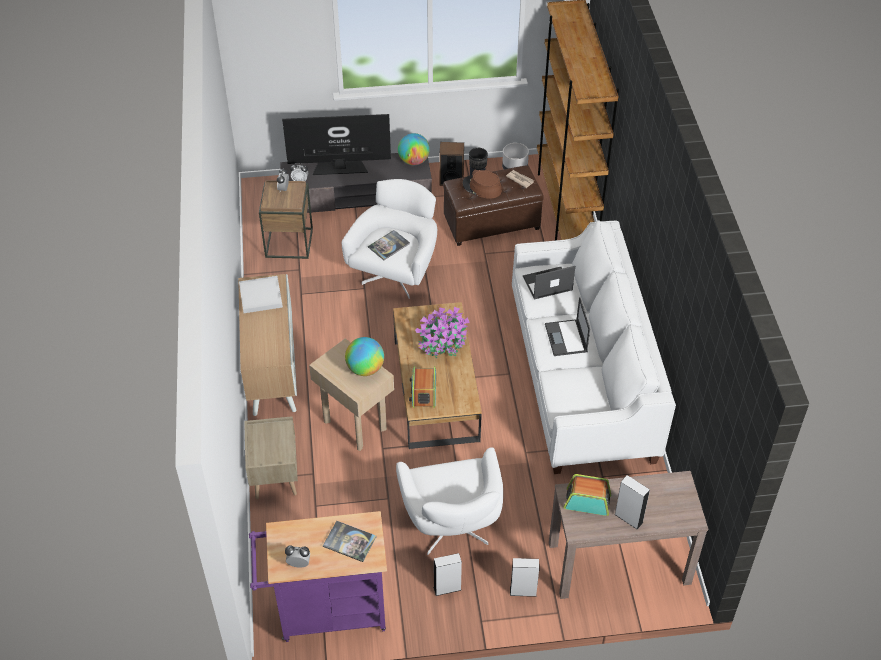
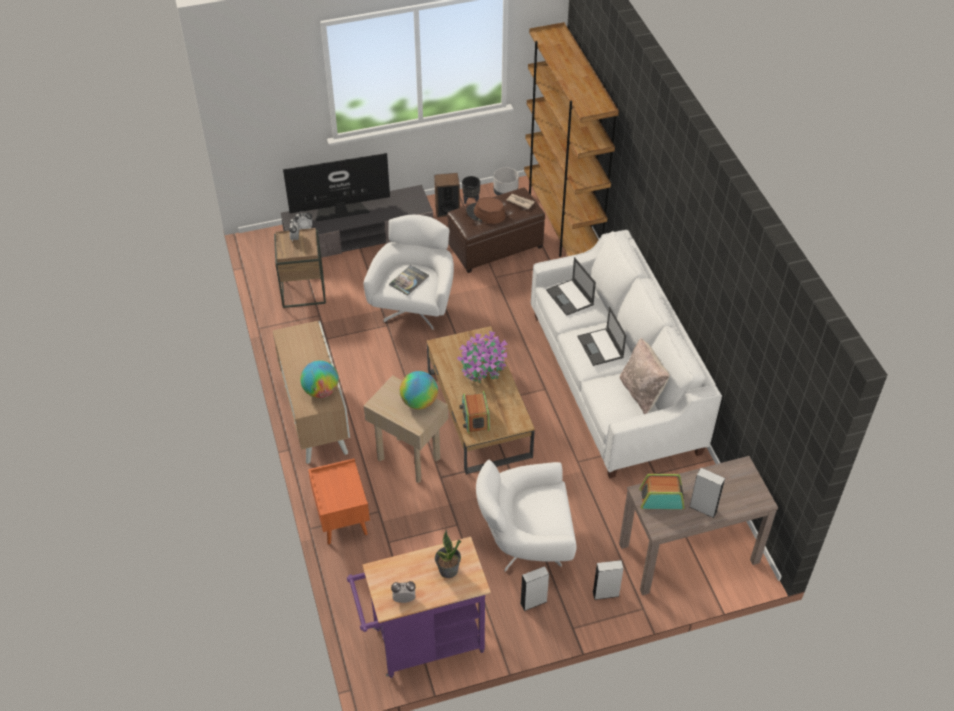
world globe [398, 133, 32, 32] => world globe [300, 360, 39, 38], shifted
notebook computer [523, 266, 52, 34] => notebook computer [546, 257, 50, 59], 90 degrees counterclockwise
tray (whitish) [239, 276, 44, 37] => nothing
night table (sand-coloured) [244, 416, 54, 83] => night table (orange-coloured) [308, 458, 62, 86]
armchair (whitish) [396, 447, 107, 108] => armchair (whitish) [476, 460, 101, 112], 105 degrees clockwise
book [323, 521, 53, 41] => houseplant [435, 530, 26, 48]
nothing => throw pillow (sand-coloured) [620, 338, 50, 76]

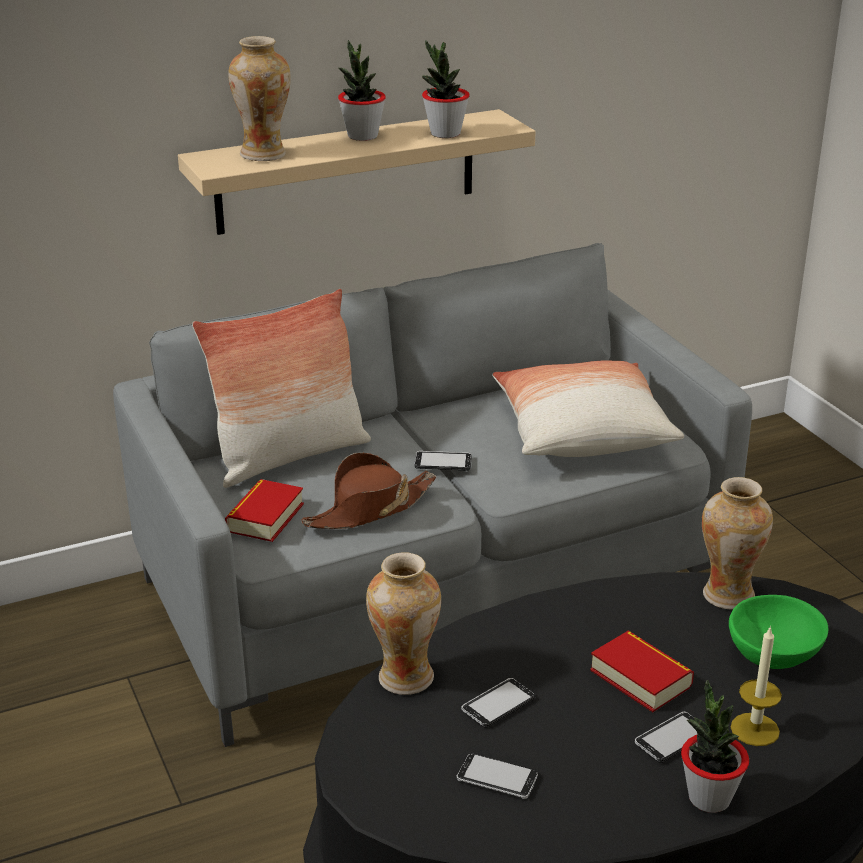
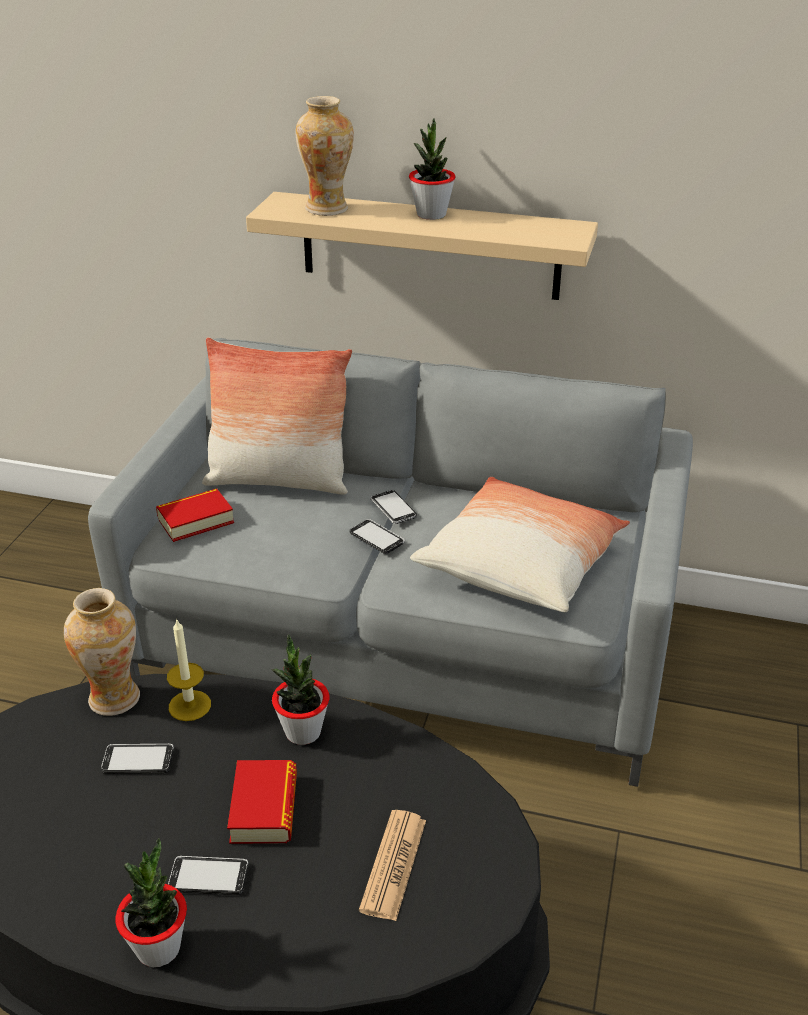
houseplant [422, 40, 48, 98] => houseplant [272, 634, 57, 111], shifted
hat (brown) [301, 452, 136, 77] => nothing
decorative vase [702, 477, 71, 133] => nothing
deep dish (green) [729, 595, 100, 74] => printed paper [359, 810, 67, 111]
wax candle [731, 626, 51, 120] => wax candle [167, 618, 44, 103], shifted
telephone [456, 753, 82, 46] => telephone [370, 490, 47, 34], shifted

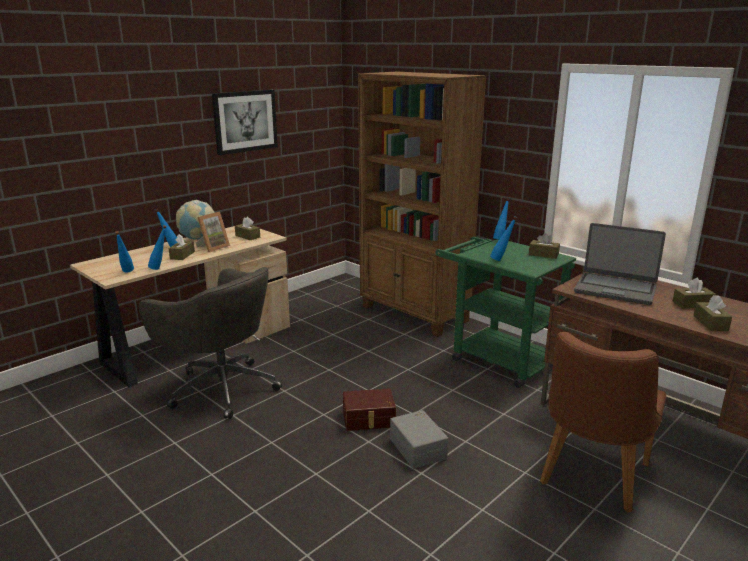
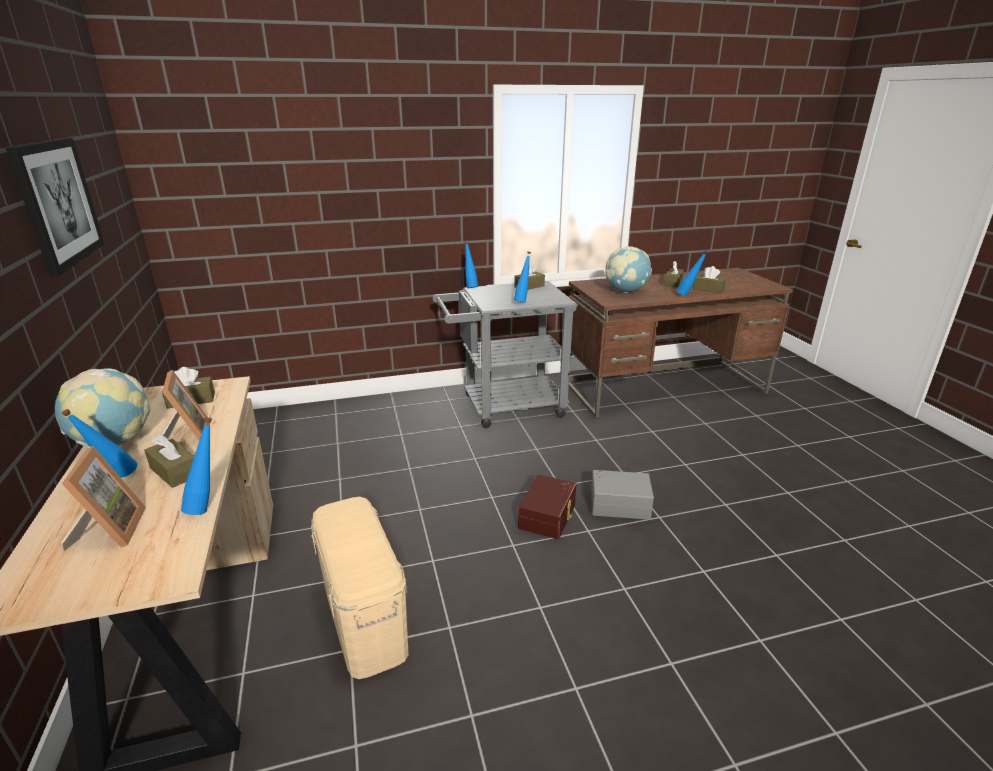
shelving unit (brown) [358, 72, 128, 265] => nothing
notebook computer [574, 223, 92, 82] => world globe [605, 246, 47, 47]
drink bottle (blue-coloured) [115, 231, 19, 42] => drink bottle (blue-coloured) [677, 250, 31, 46], shifted
cart (green) [435, 237, 141, 151] => cart (greyish) [432, 281, 146, 147]
desk chair (greyish) [139, 267, 143, 152] => storage bin (sand-coloured) [311, 497, 98, 182]
plain chair (brown) [540, 332, 126, 181] => nothing
nothing => photo frame [60, 446, 86, 105]

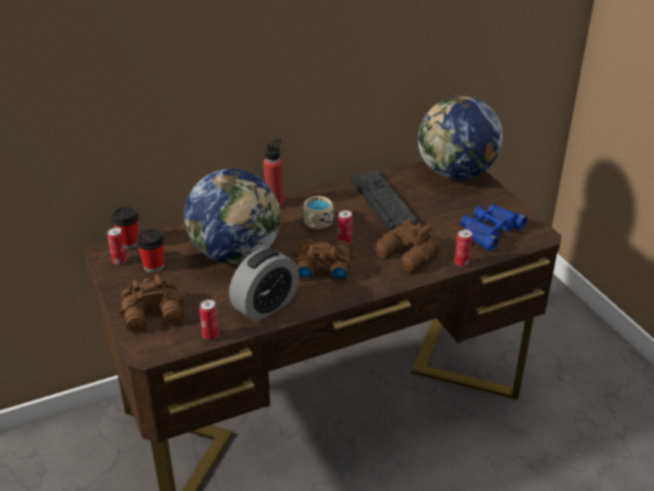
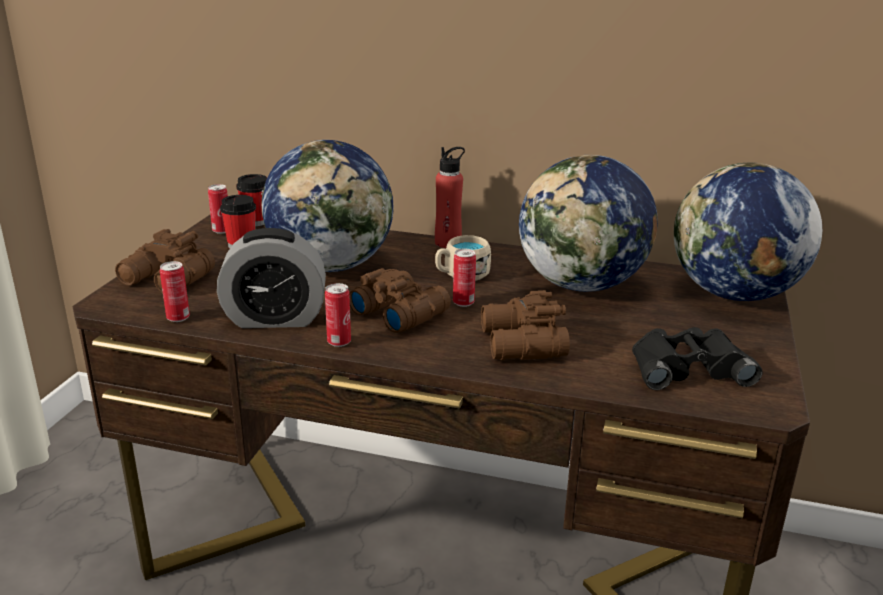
keyboard [351, 171, 69, 60] => world globe [519, 155, 139, 137]
pair of binoculars (blue-coloured) [460, 204, 68, 47] => pair of binoculars (black) [632, 327, 131, 63]
metal can [454, 229, 18, 38] => metal can [325, 283, 26, 64], shifted

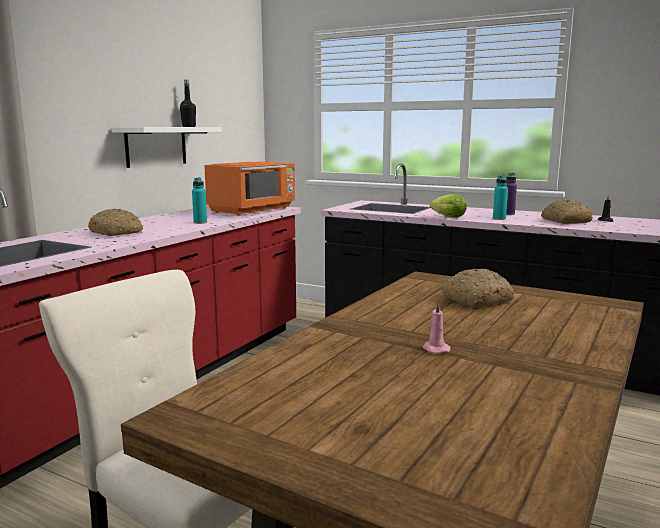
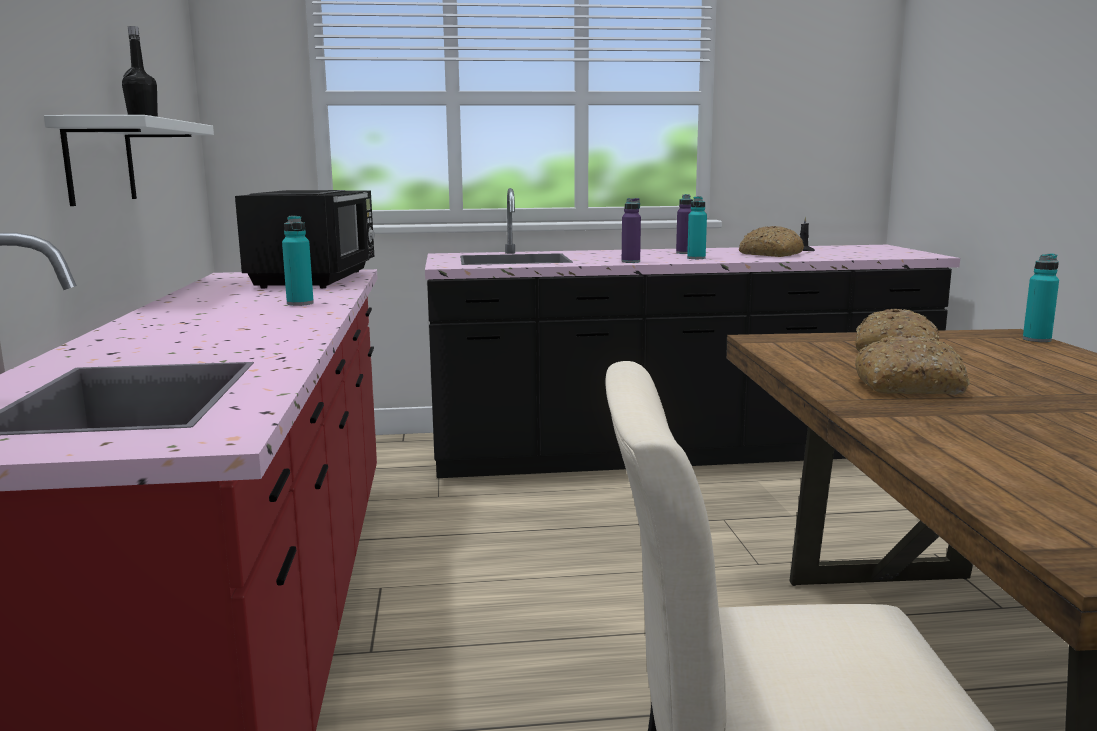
microwave (orange-coloured) [204, 162, 91, 54] => microwave (black) [235, 190, 139, 99]
lettuce head [430, 194, 37, 24] => drink bottle (purple) [622, 198, 19, 65]
bread [88, 209, 55, 27] => bread [855, 335, 115, 60], shifted
wax candle (pinkish) [422, 302, 28, 52] => nothing
nothing => drink bottle (blue-green) [1023, 254, 36, 88]

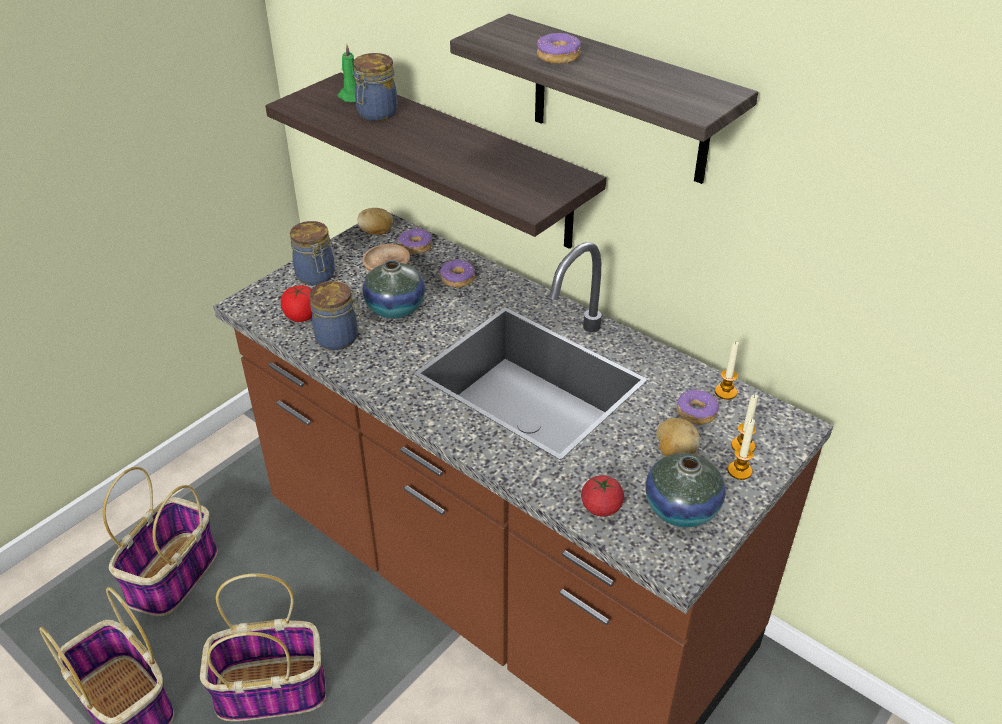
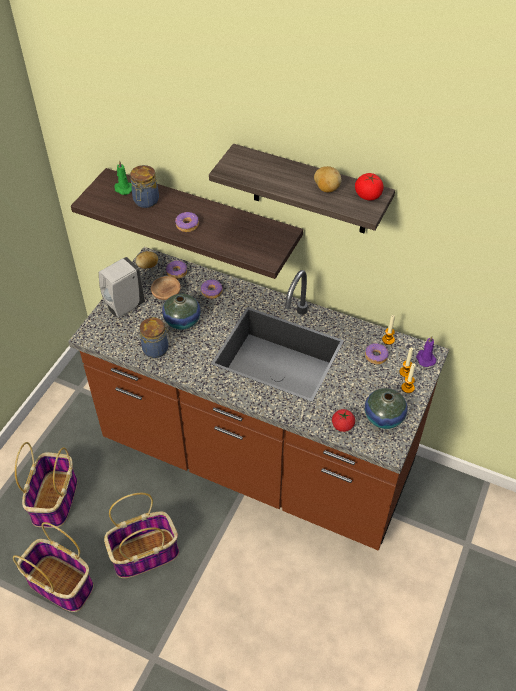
doughnut [537, 32, 44, 32] => doughnut [175, 212, 24, 20], shifted
jar [290, 221, 45, 64] => liquid soap bottle (whitish) [99, 257, 46, 60]
fresh tomato [281, 285, 32, 37] => fresh tomato [355, 173, 29, 27], shifted
whole potato [656, 418, 44, 38] => whole potato [314, 166, 27, 26], shifted
nothing => wax candle (purple) [416, 336, 20, 31]

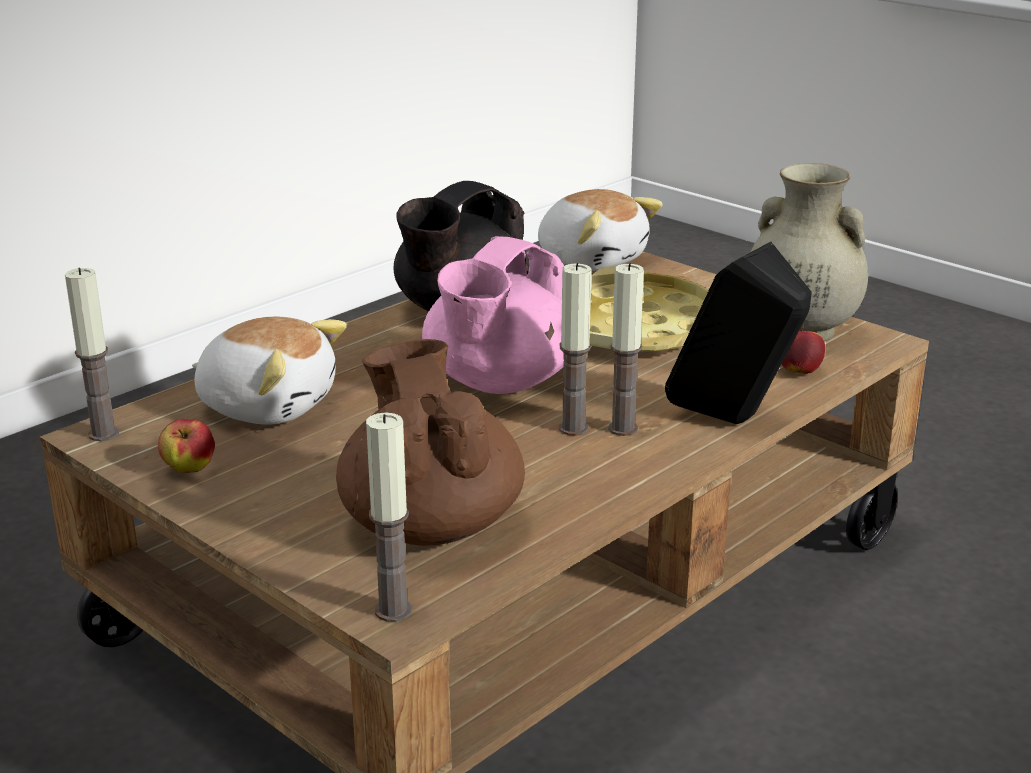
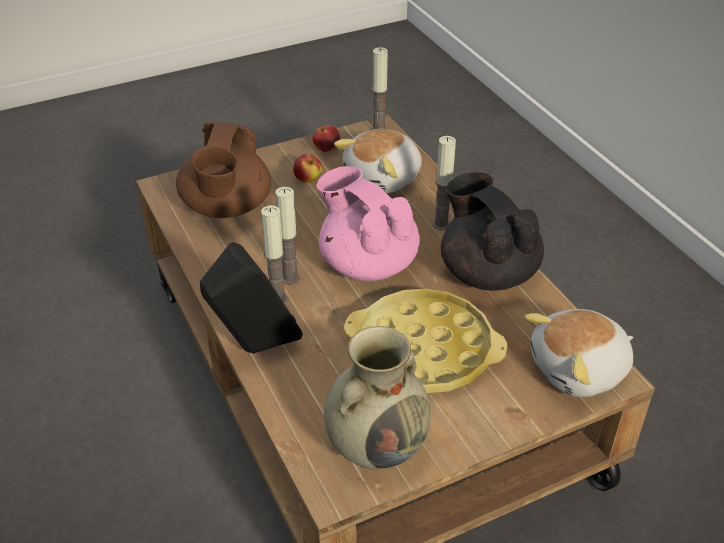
apple [781, 325, 44, 49] => apple [293, 154, 29, 28], shifted
teapot (brown) [336, 339, 189, 207] => teapot (brown) [176, 122, 95, 96], 90 degrees clockwise
wax candle [366, 412, 46, 210] => wax candle [433, 136, 23, 94], shifted

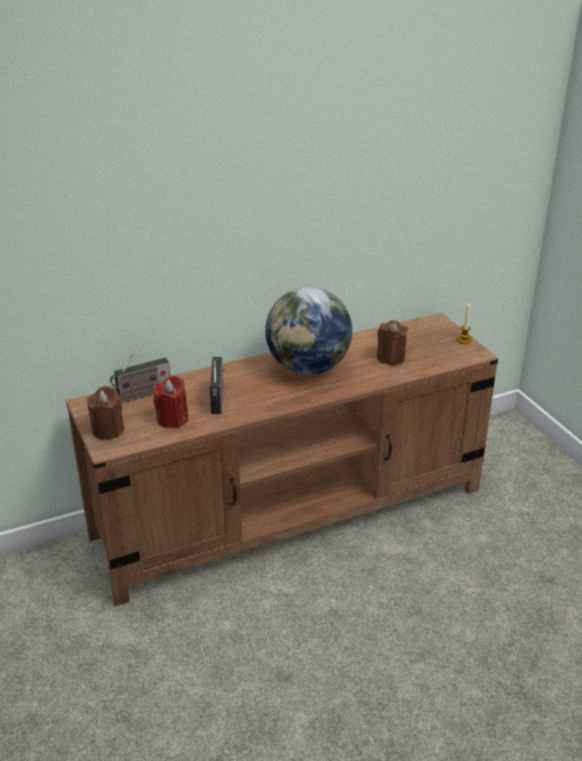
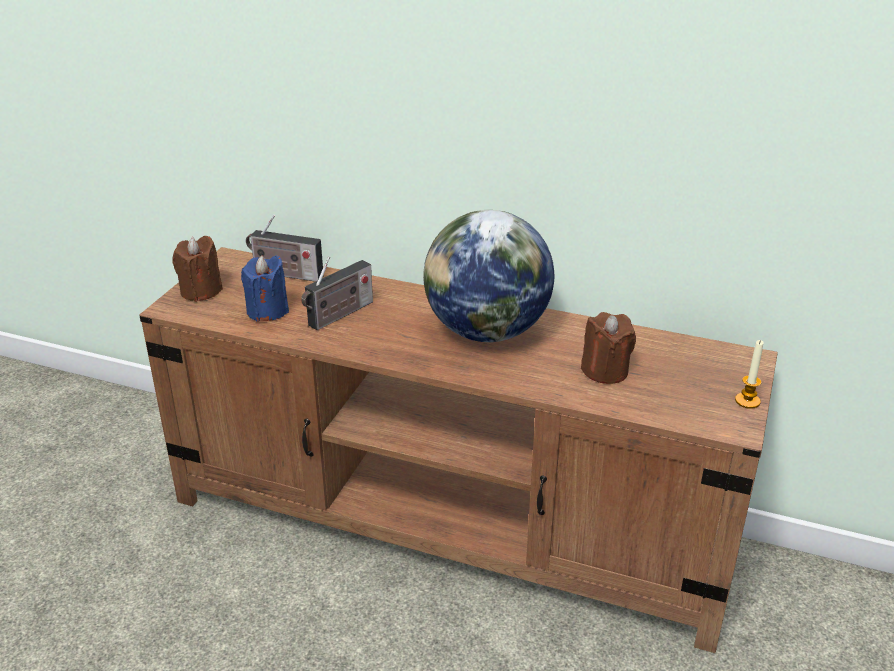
wax candle (reddish) [153, 376, 35, 52] => wax candle (blue-coloured) [241, 255, 48, 67]

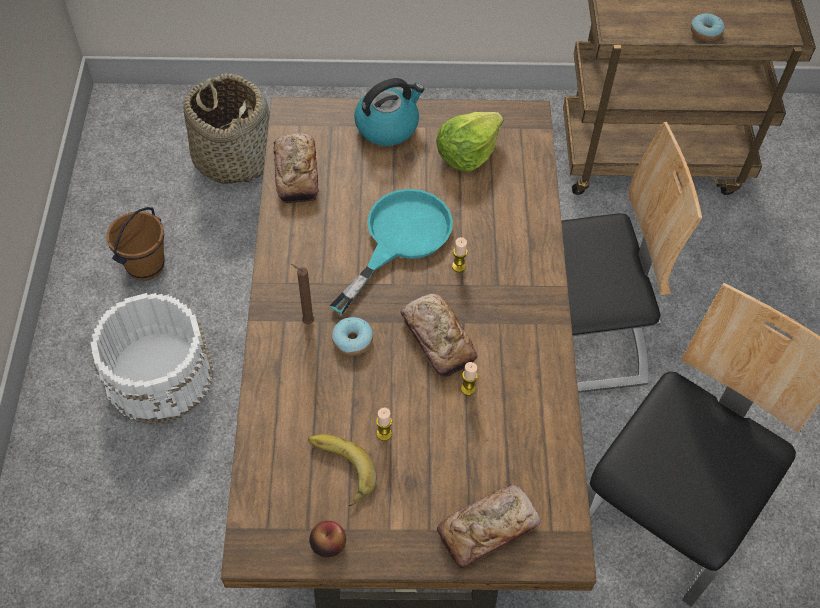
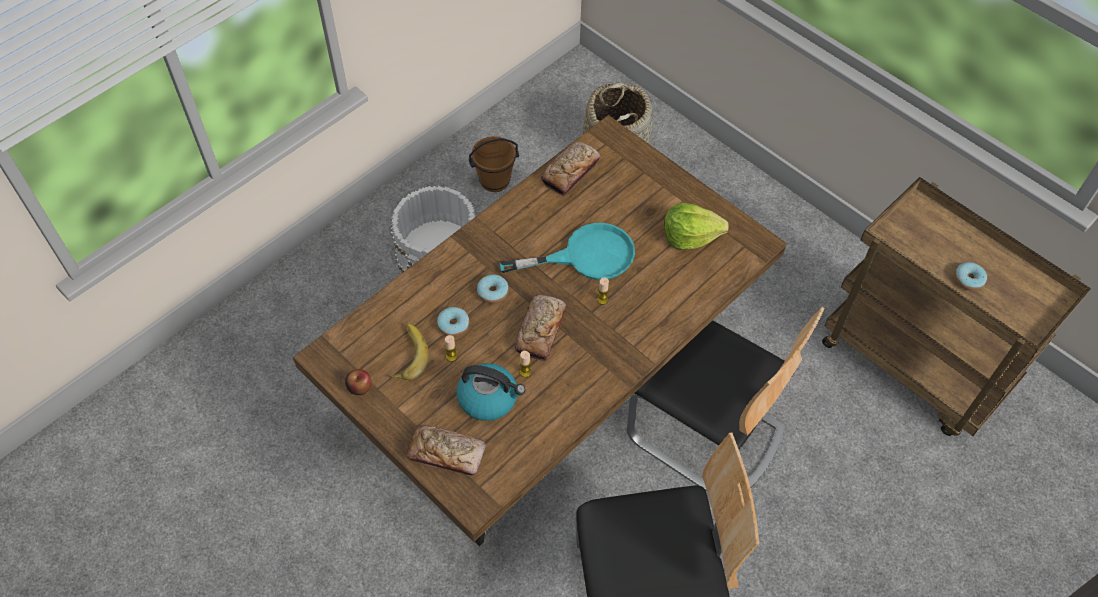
water kettle [354, 78, 71, 68] => water kettle [456, 363, 69, 58], shifted
wax candle (brown) [291, 264, 23, 60] => nothing
nothing => doughnut [437, 307, 32, 30]

